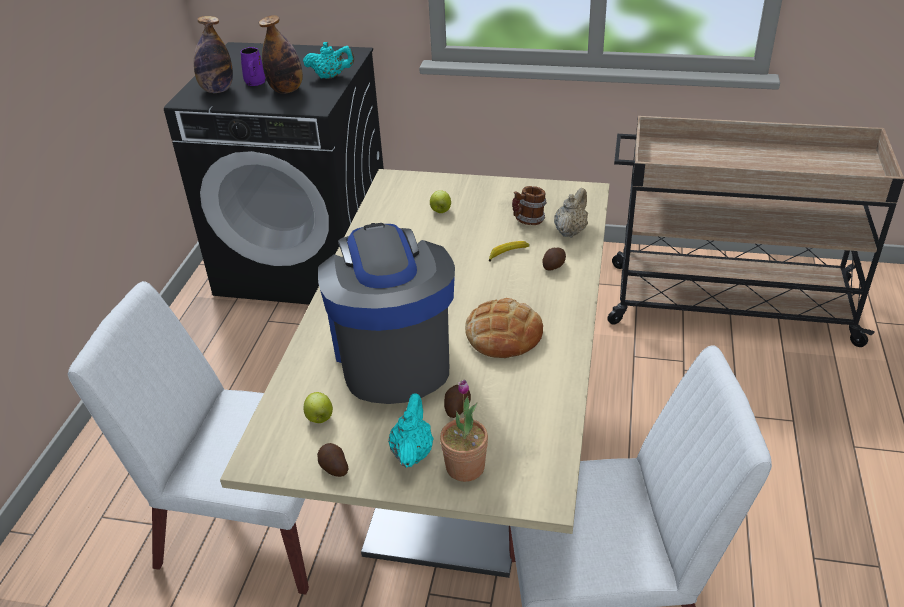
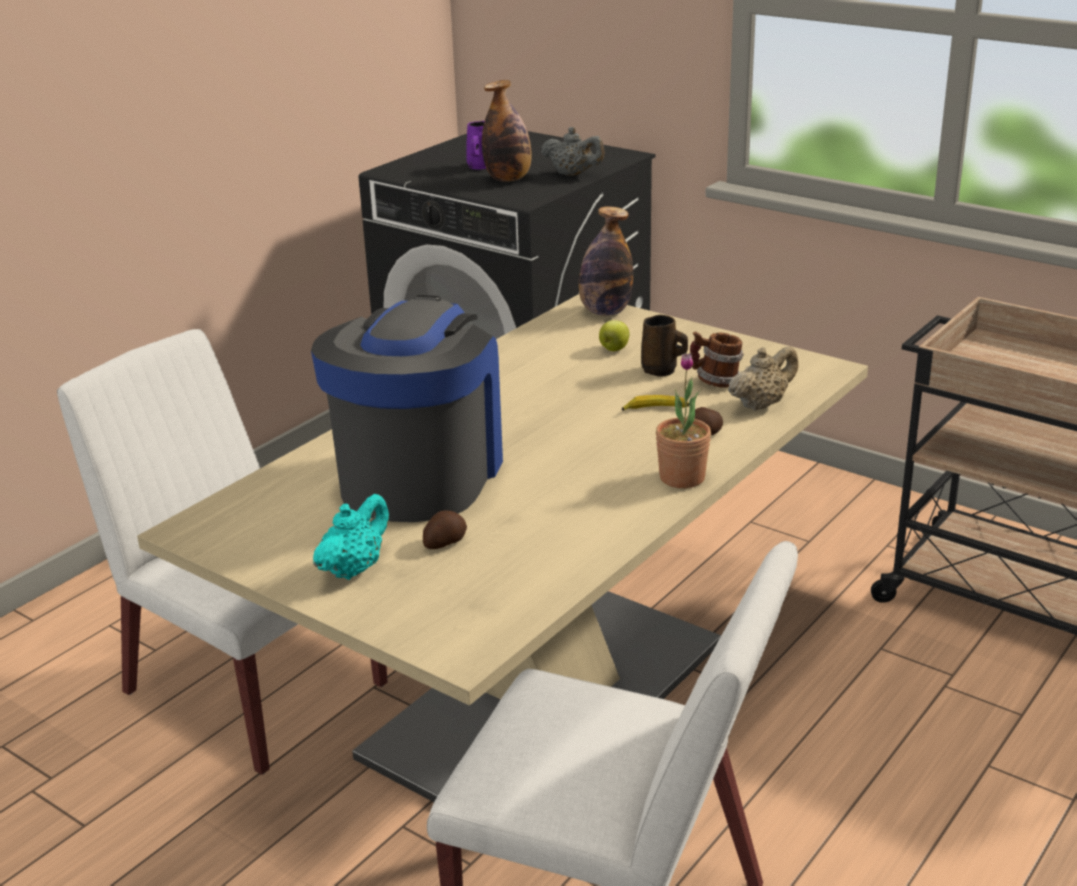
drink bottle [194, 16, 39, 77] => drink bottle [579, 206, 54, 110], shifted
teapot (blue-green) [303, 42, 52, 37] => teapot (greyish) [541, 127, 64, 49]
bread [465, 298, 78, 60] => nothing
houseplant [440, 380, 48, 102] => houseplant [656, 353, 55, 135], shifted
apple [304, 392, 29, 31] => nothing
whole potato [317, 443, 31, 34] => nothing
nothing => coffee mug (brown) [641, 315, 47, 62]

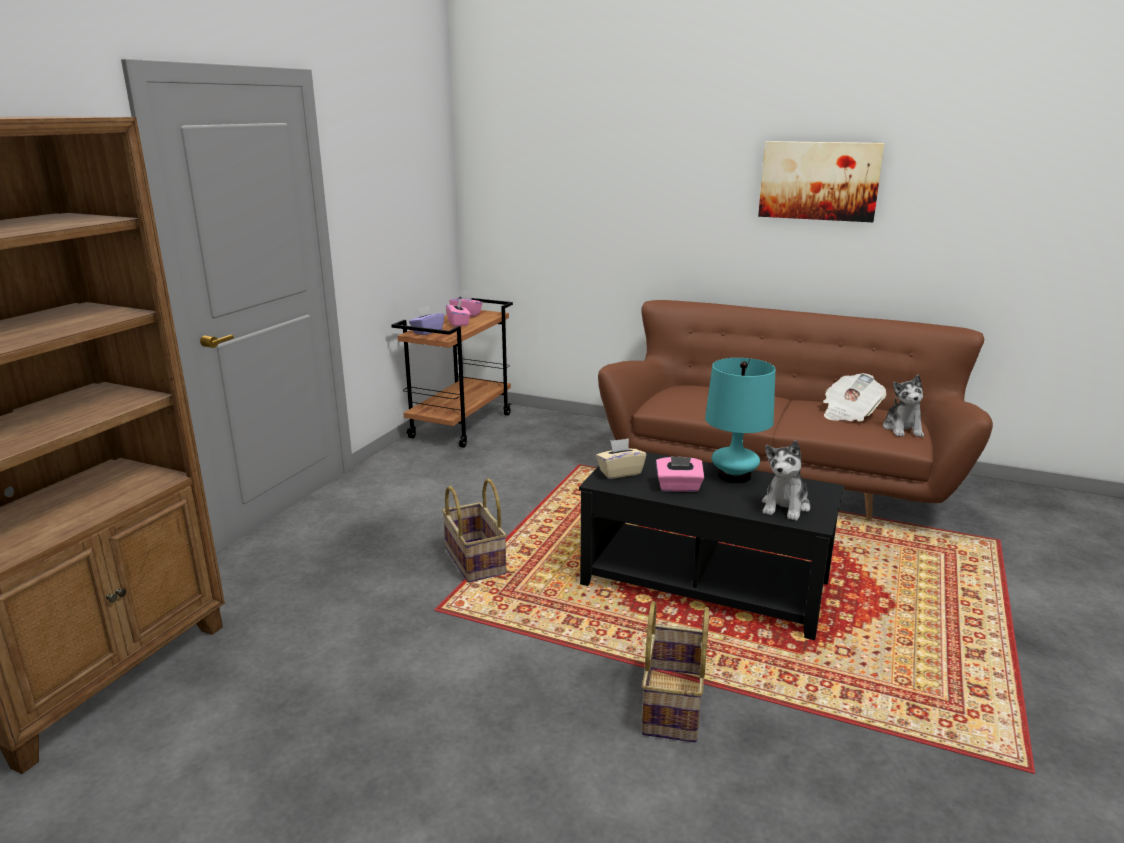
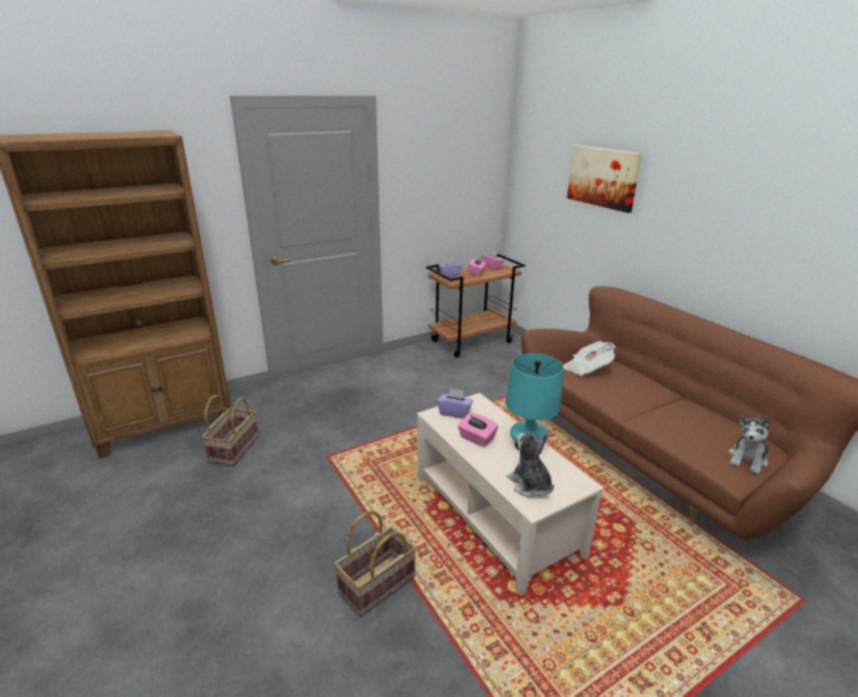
wall art [758, 141, 127, 81] => wall art [567, 145, 75, 68], shifted
printed paper [823, 373, 63, 48] => printed paper [563, 341, 53, 35], shifted
box of tissues (sand-coloured) [596, 438, 50, 41] => box of tissues (purple) [437, 388, 36, 31]
plush toy [762, 440, 48, 81] => plush toy [507, 432, 47, 66], 90 degrees clockwise
coffee table (black) [579, 452, 265, 188] => coffee table (sand-coloured) [417, 393, 187, 203]
storage basket [442, 479, 65, 103] => storage basket [202, 395, 57, 71], shifted

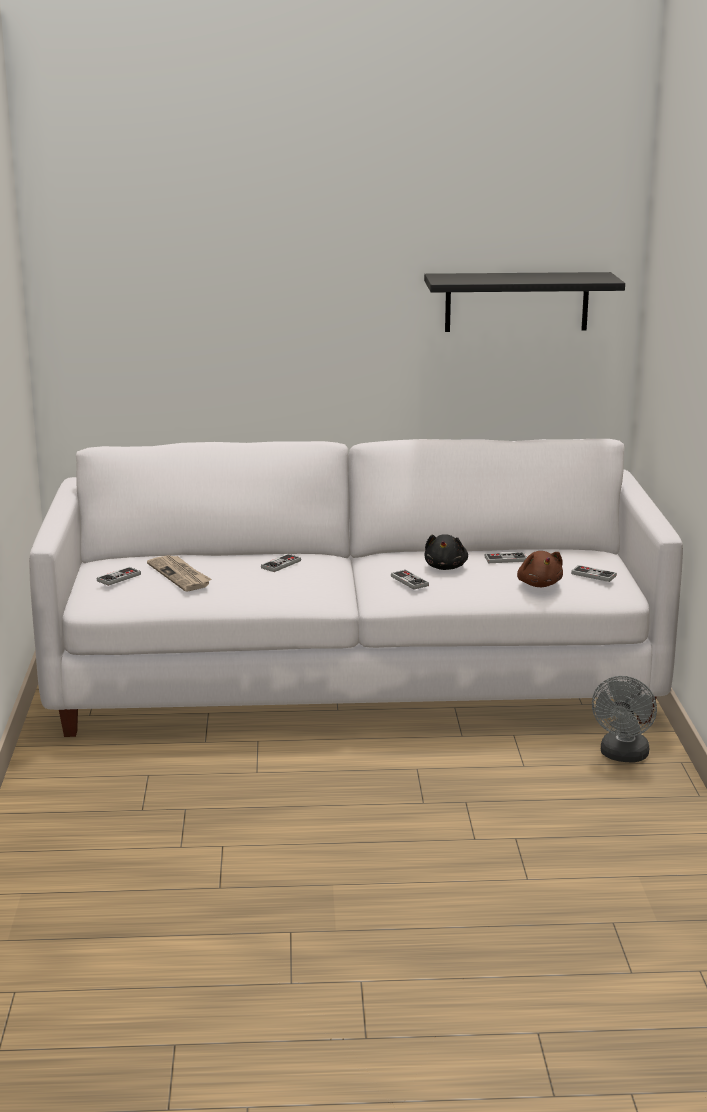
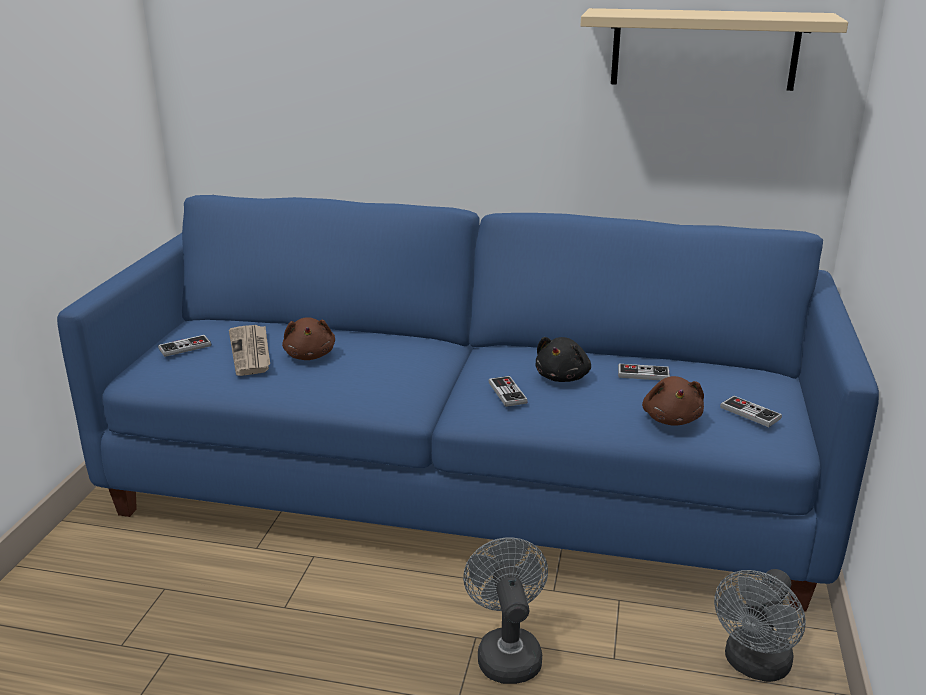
shelf (black) [424, 272, 201, 60] => shelf (sand-coloured) [580, 8, 268, 83]
settee (whitish) [29, 439, 654, 298] => settee (blue-coloured) [57, 195, 822, 417]
joypad [261, 554, 40, 18] => nothing
nothing => plush toy (brown) [282, 317, 53, 43]
nothing => fan (greyish) [463, 537, 85, 147]

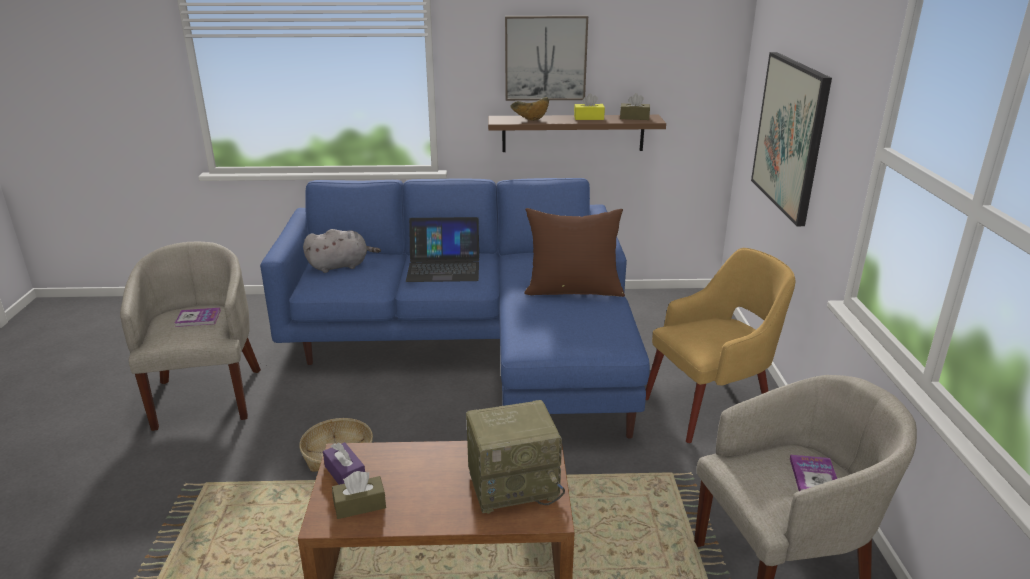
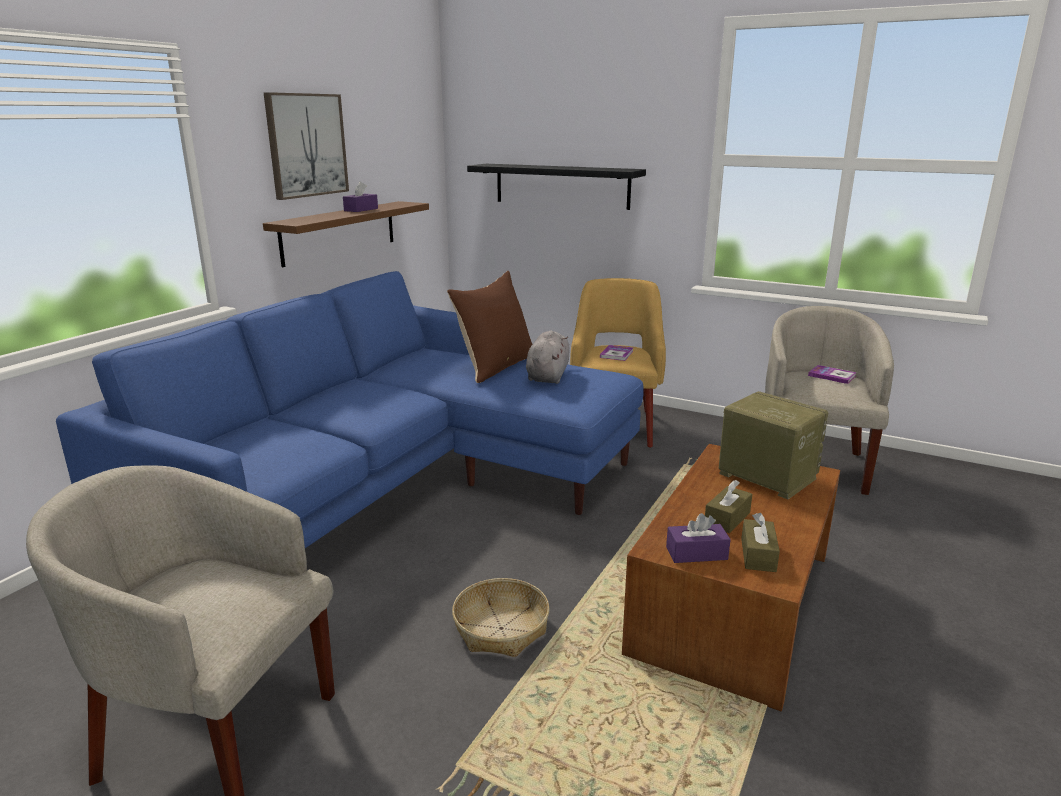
wall art [751, 52, 81, 174] => shelf (black) [467, 164, 179, 46]
box of tissues (brown) [620, 93, 30, 27] => box of tissues (brown) [705, 480, 47, 53], shifted
box of tissues (yellow-coloured) [574, 94, 31, 26] => box of tissues (purple) [343, 181, 35, 31]
deep dish [511, 97, 38, 24] => nothing
notebook computer [406, 217, 73, 65] => nothing
plush toy (greyish) [303, 229, 78, 44] => plush toy (greyish) [526, 331, 44, 53], shifted
book [175, 308, 46, 19] => book [600, 345, 33, 16], shifted
radio set [466, 400, 99, 114] => radio set [719, 391, 109, 108], 60 degrees counterclockwise

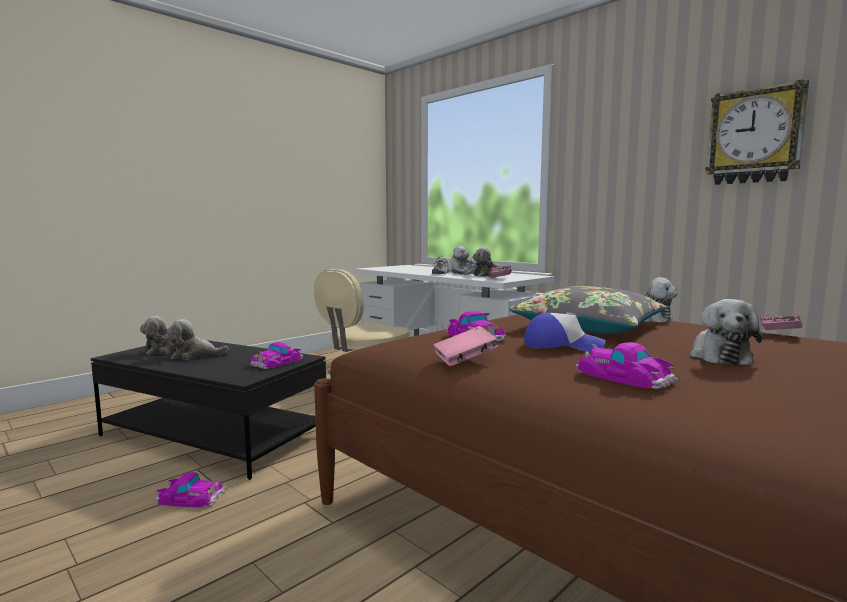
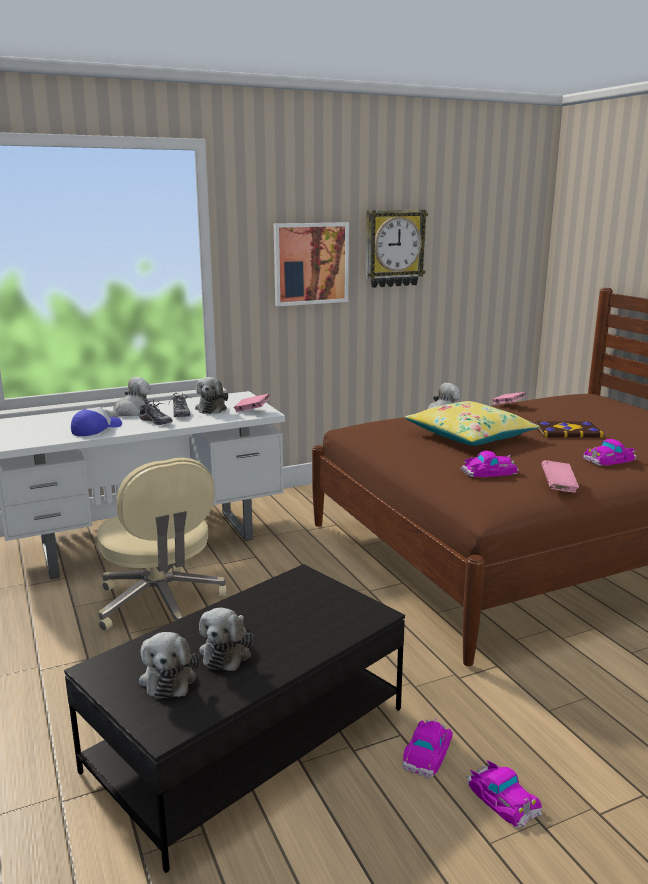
throw pillow (greyish) [509, 286, 157, 48] => throw pillow (yellow-coloured) [405, 401, 134, 45]
plush toy [690, 299, 72, 66] => book [535, 421, 68, 17]
peaked cap [524, 313, 81, 39] => peaked cap [71, 407, 51, 29], shifted
model car [250, 342, 53, 27] => model car [466, 760, 76, 68], shifted
nothing => wall art [274, 222, 75, 84]

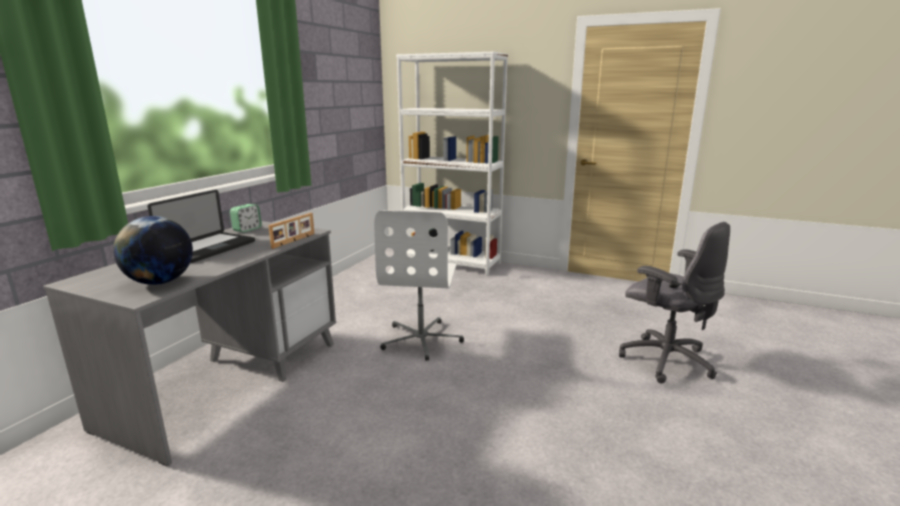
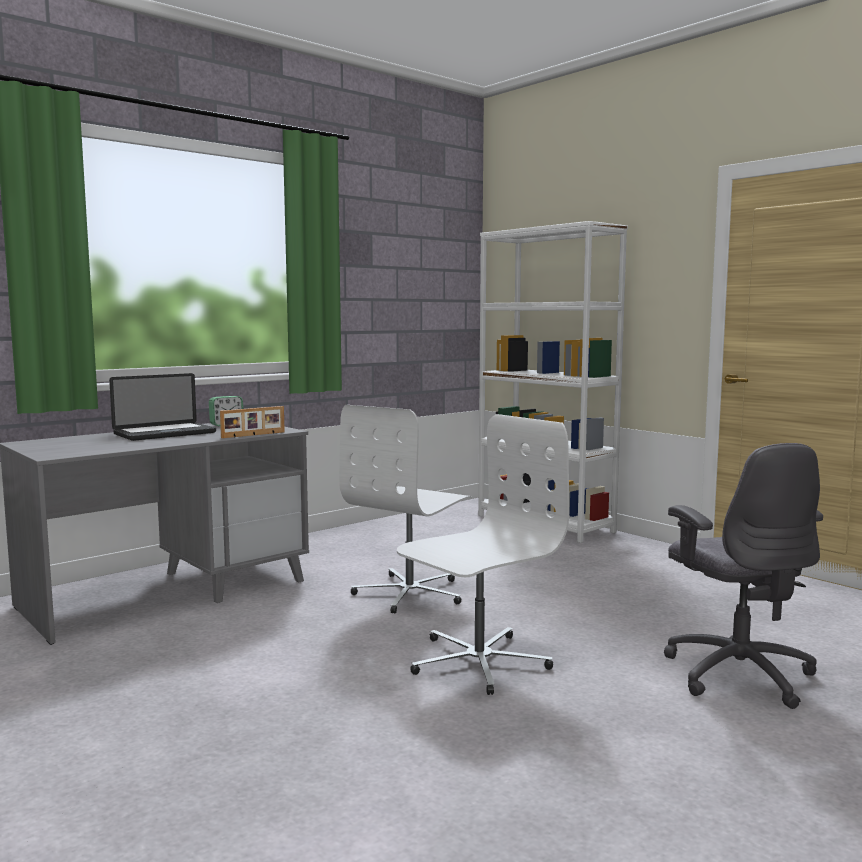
world globe [113, 216, 80, 69] => nothing
nothing => desk chair (whitish) [397, 414, 172, 281]

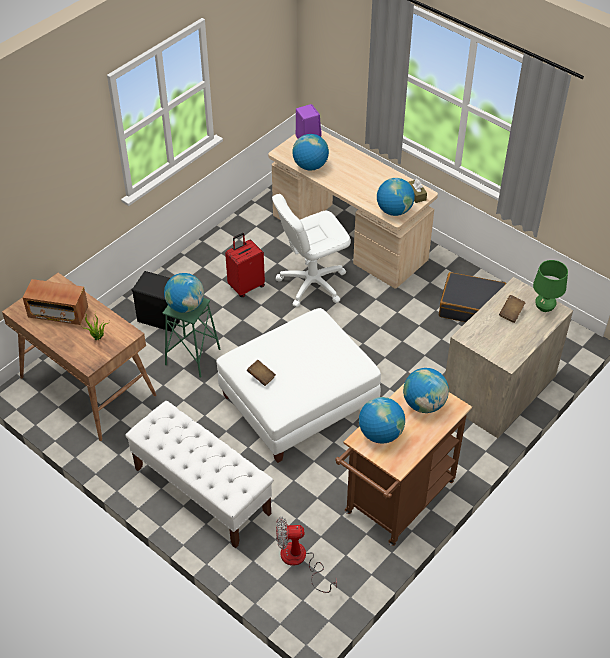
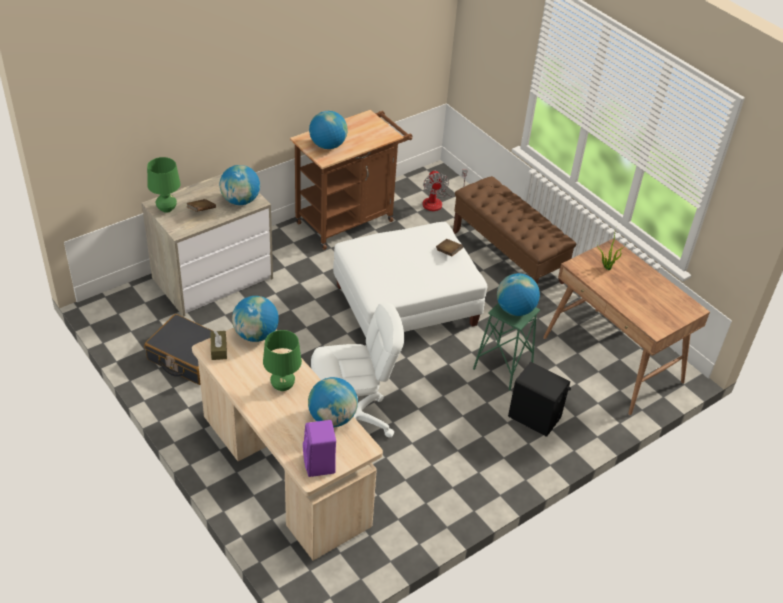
suitcase (reddish) [225, 233, 40, 64] => nothing
radio set [22, 279, 66, 46] => nothing
world globe [359, 397, 46, 47] => world globe [220, 165, 40, 40], shifted
bench (whitish) [125, 401, 148, 148] => bench (brown) [453, 176, 123, 109]
fan [276, 516, 61, 77] => fan [422, 170, 46, 41], 75 degrees clockwise
nothing => tabletop lamp (green) [263, 330, 39, 61]

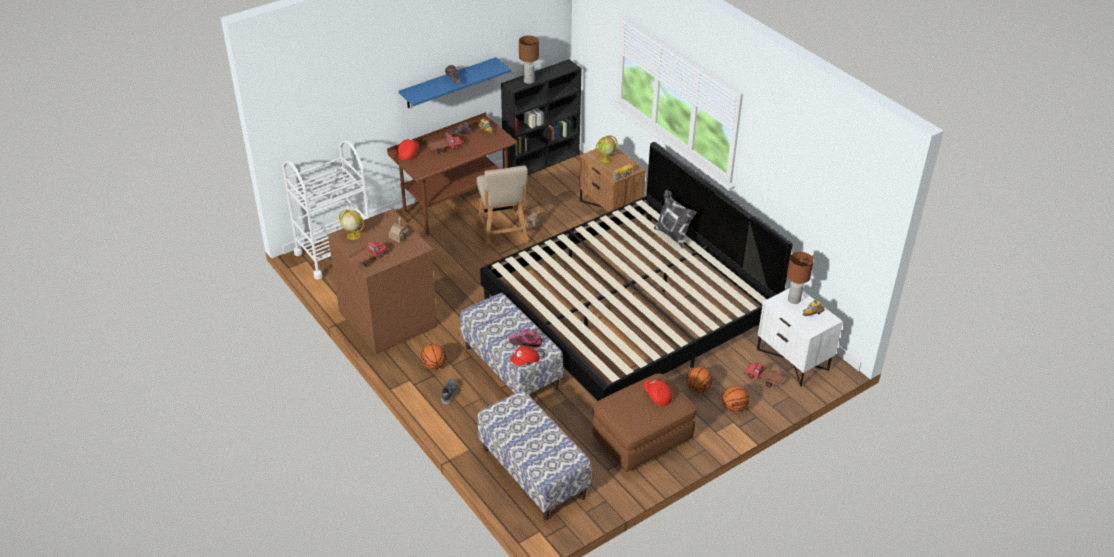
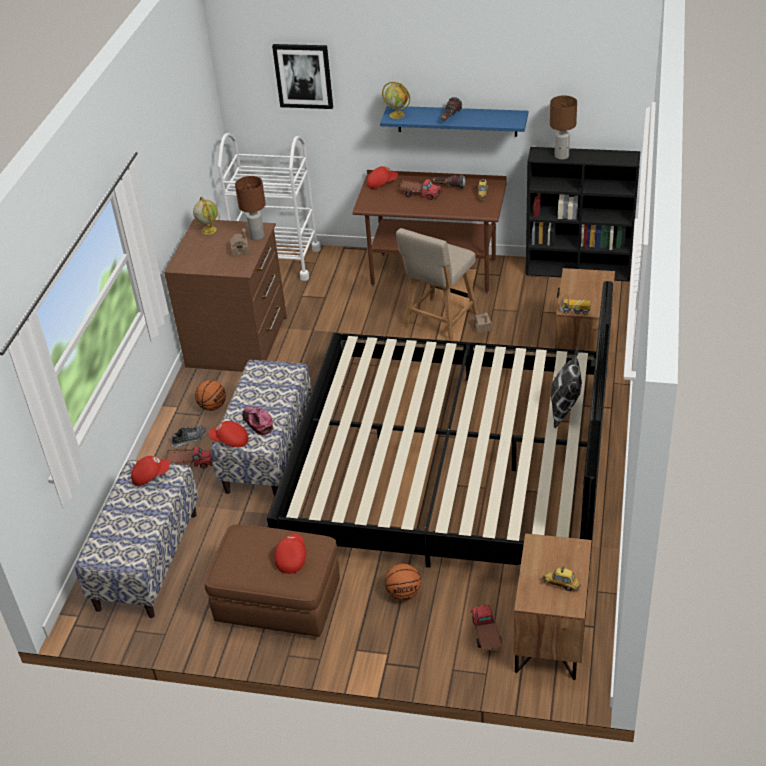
world globe [596, 135, 21, 28] => world globe [382, 82, 28, 37], shifted
toy lorry [349, 242, 39, 25] => toy lorry [166, 447, 47, 22], shifted
tabletop lamp (brown) [787, 252, 27, 52] => tabletop lamp (brown) [235, 176, 31, 64], shifted
night table (whitish) [757, 288, 86, 98] => night table (brown) [514, 533, 78, 147]
ball for basketball [722, 385, 27, 27] => nothing
nothing => wall art [272, 44, 61, 65]
nothing => peaked cap (reddish) [131, 456, 39, 30]

